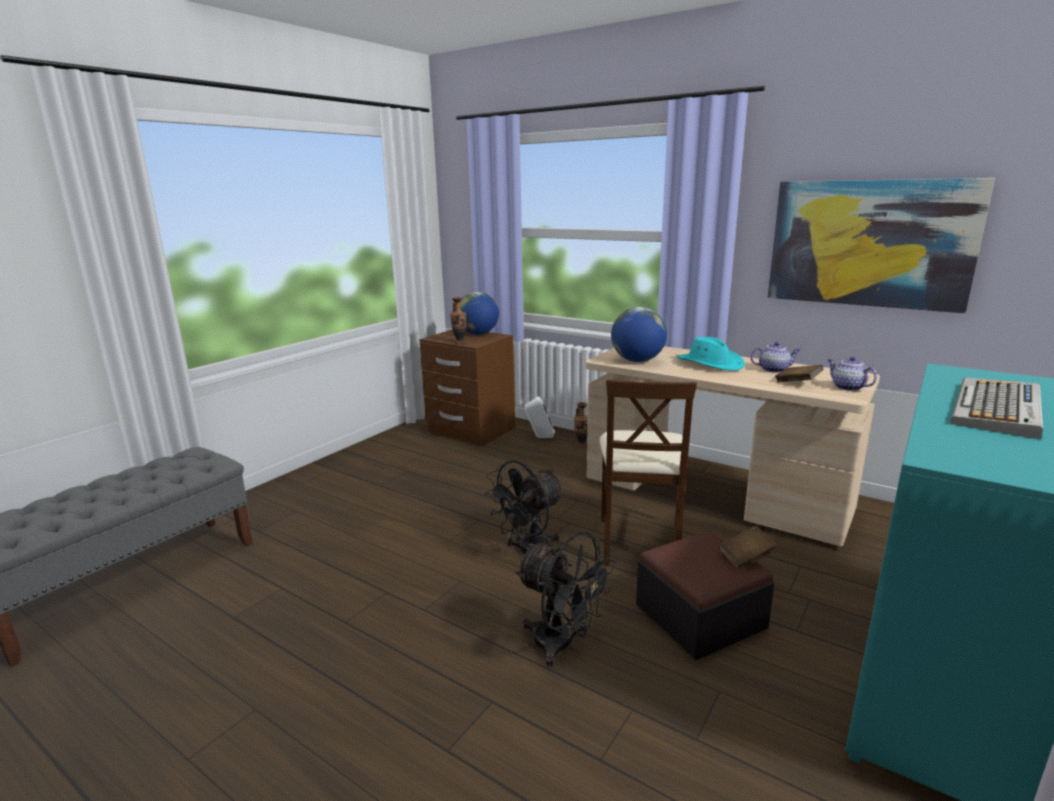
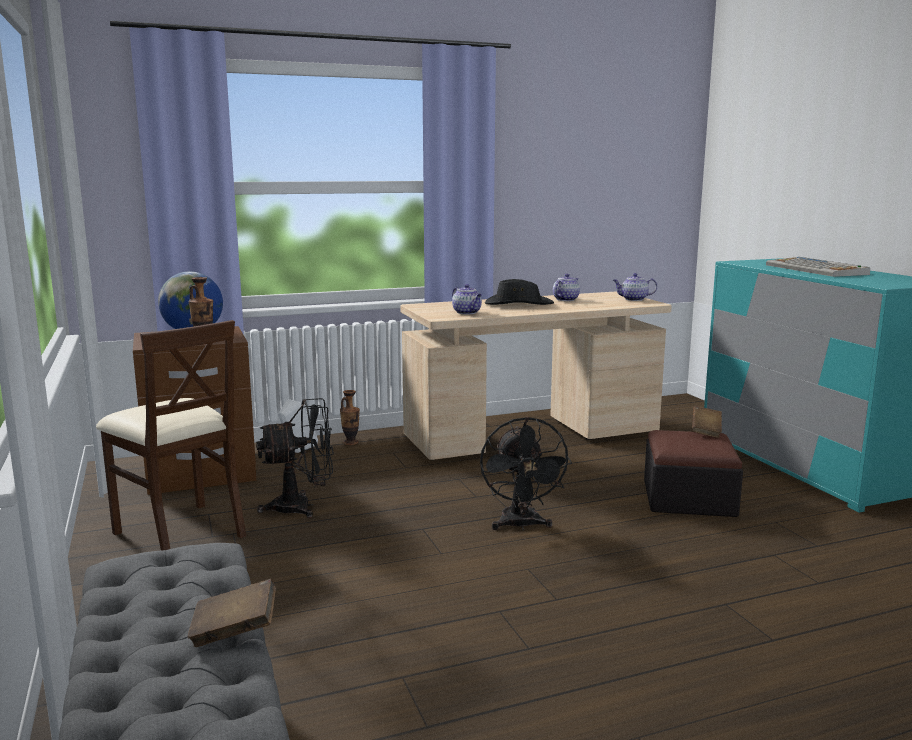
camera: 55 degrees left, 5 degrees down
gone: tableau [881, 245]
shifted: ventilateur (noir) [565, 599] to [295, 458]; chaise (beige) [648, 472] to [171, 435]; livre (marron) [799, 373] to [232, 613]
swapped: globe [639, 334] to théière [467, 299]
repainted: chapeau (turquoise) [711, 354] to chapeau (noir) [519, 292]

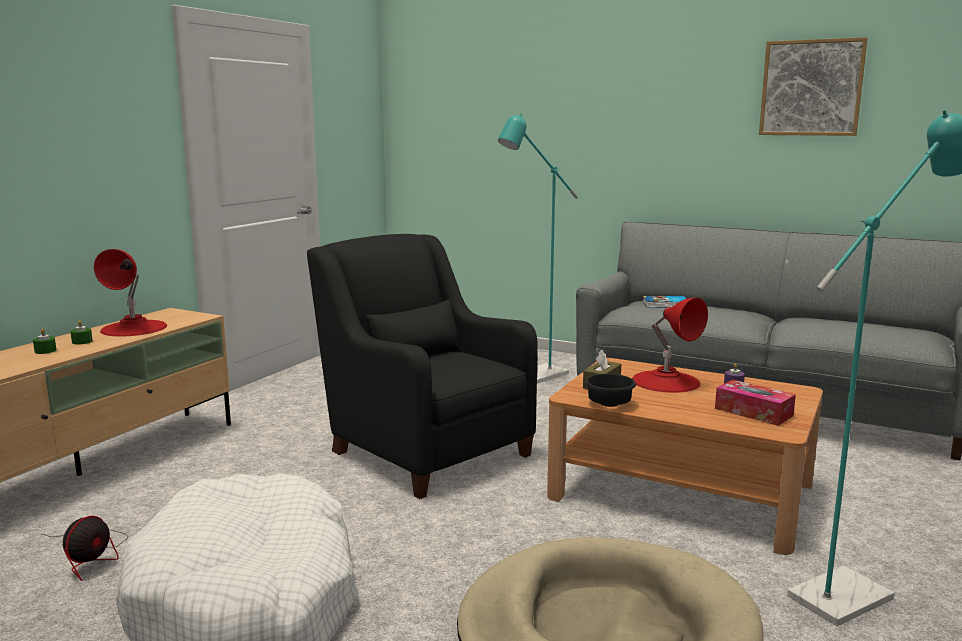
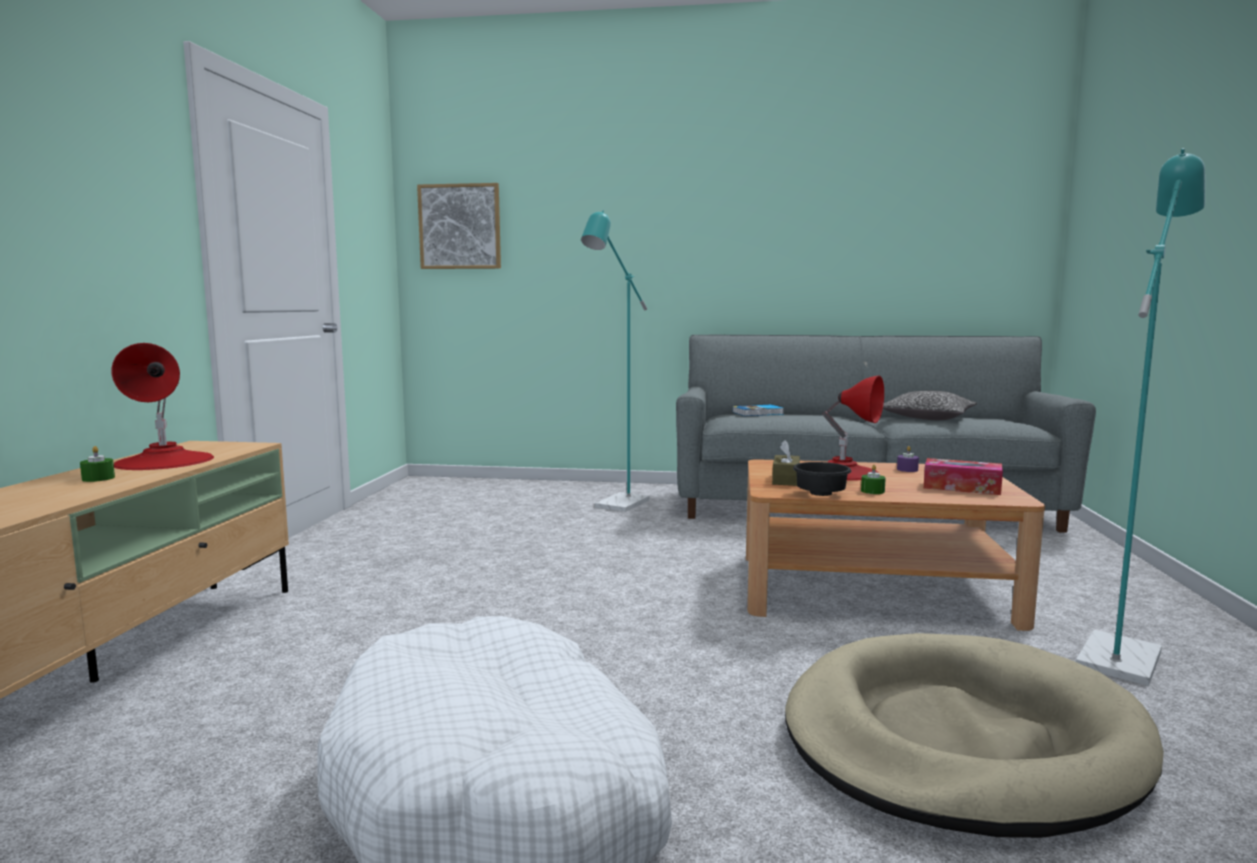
camera: 20 degrees left, 5 degrees down
gone: ventilateur [85, 548]; fauteuil (noir) [422, 366]
new: coussin [930, 405]
shifted: bougie (vert) [44, 341] to [873, 479]; tableau [813, 86] to [459, 226]

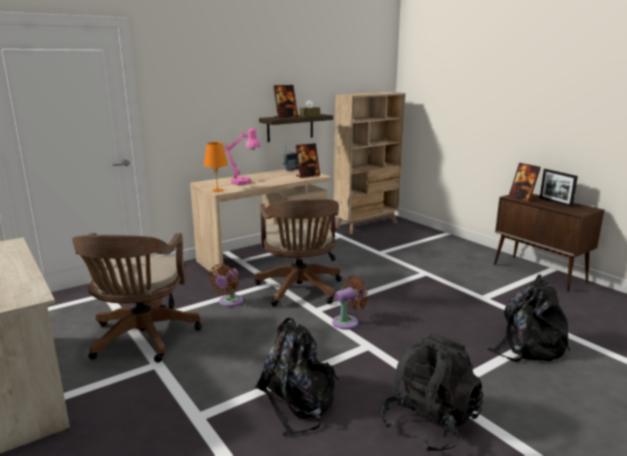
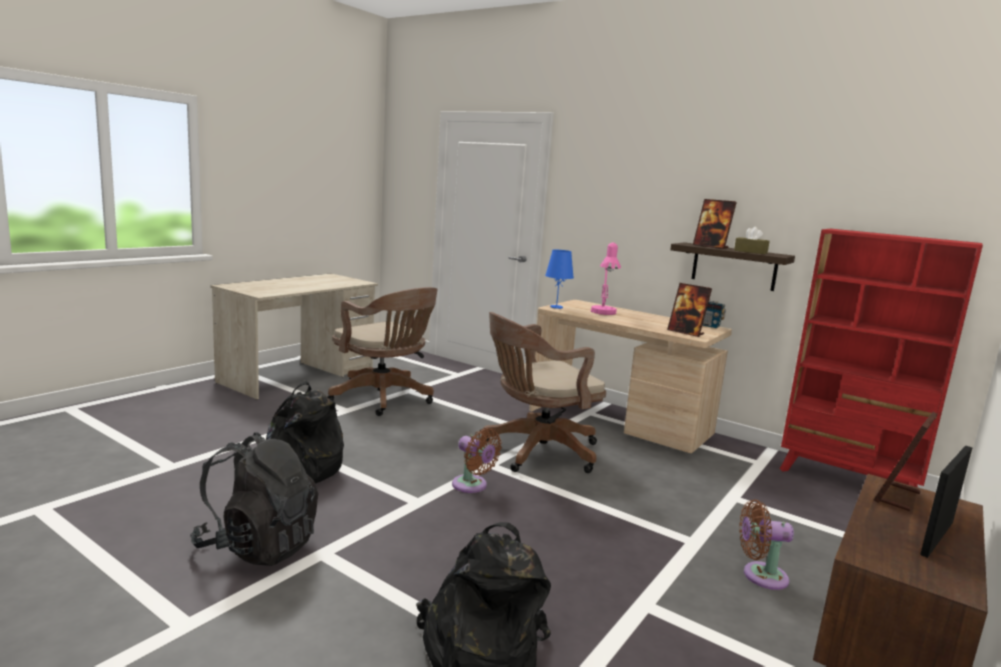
camera: 70 degrees right, 5 degrees down
shifted: ventilateur (marron) [226, 285] to [766, 545]
repainted: lampe de table (orange) [216, 167] to lampe de table (bleu) [559, 279]; bibliothèque (beige) [370, 163] to bibliothèque (rouge) [881, 358]
rotated: chaise de bureau (marron) [137, 298] = [382, 351] 120 degrees counterclockwise

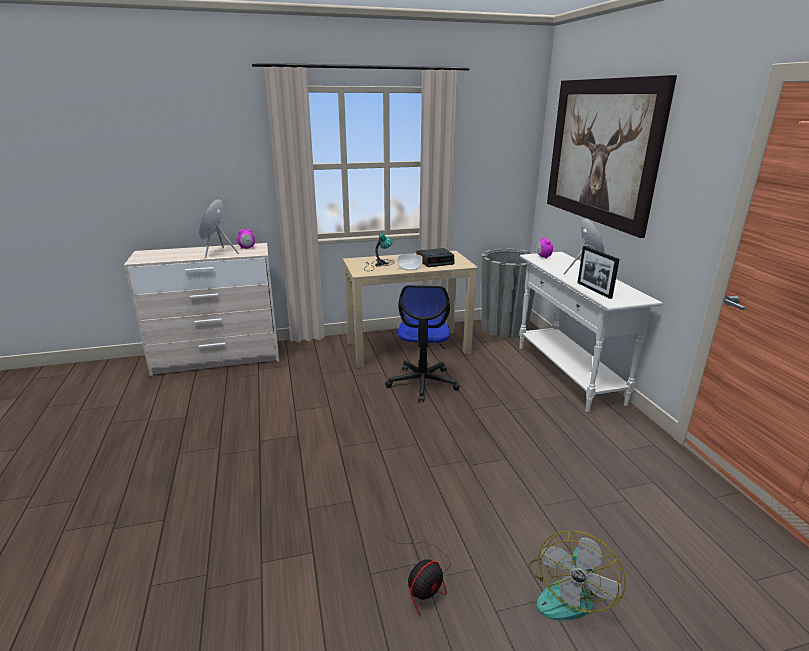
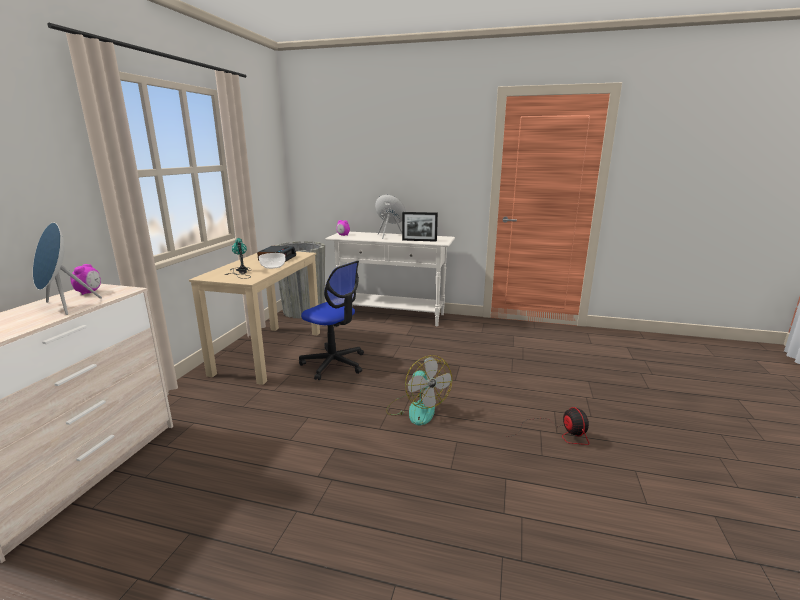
camera: 60 degrees left, 5 degrees down
gone: tableau [612, 156]
shifted: ventilateur [577, 575] to [419, 390]

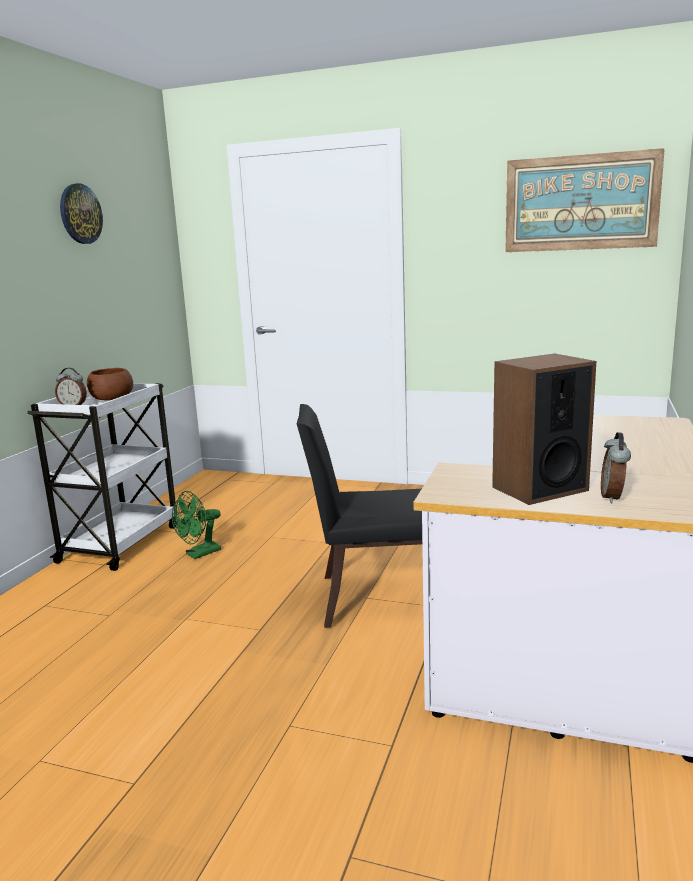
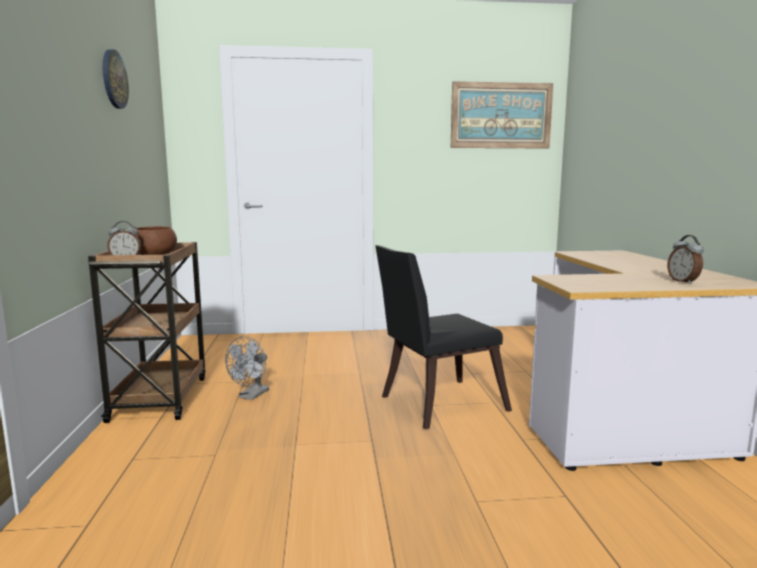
camera: 25 degrees left, 5 degrees down
gone: enceinte [544, 429]
repainted: chariot (blanc) [101, 477] to chariot (marron) [146, 332]; ventilateur (vert) [196, 525] to ventilateur (gris) [247, 368]

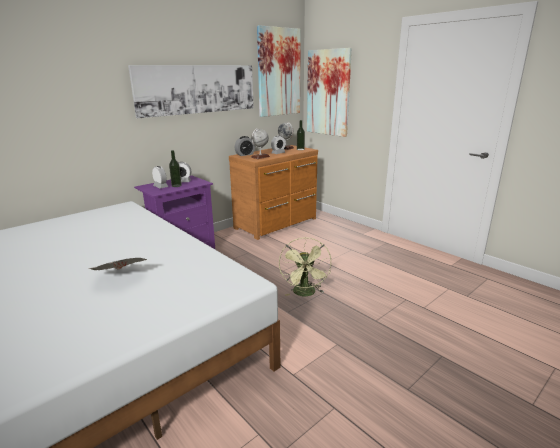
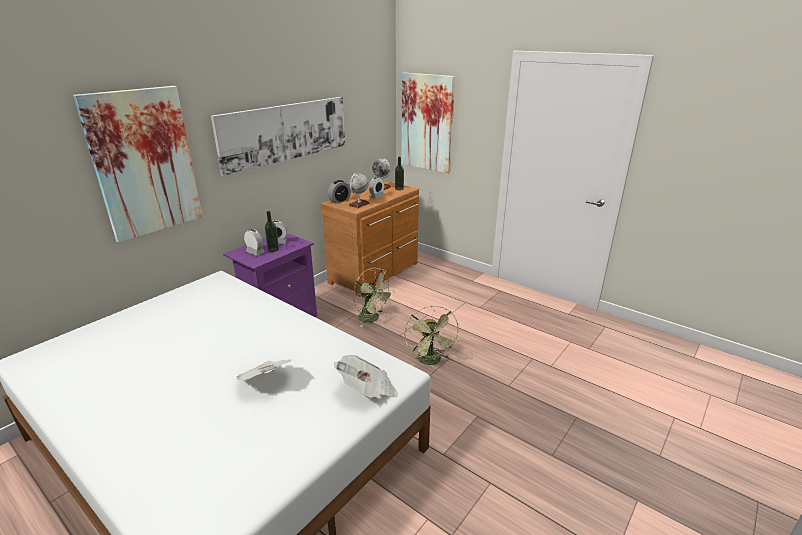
camera: 10 degrees left, 5 degrees up
new: journal [366, 377]; ventilateur (vert) [373, 298]
shifted: tableau [279, 71] to [138, 164]

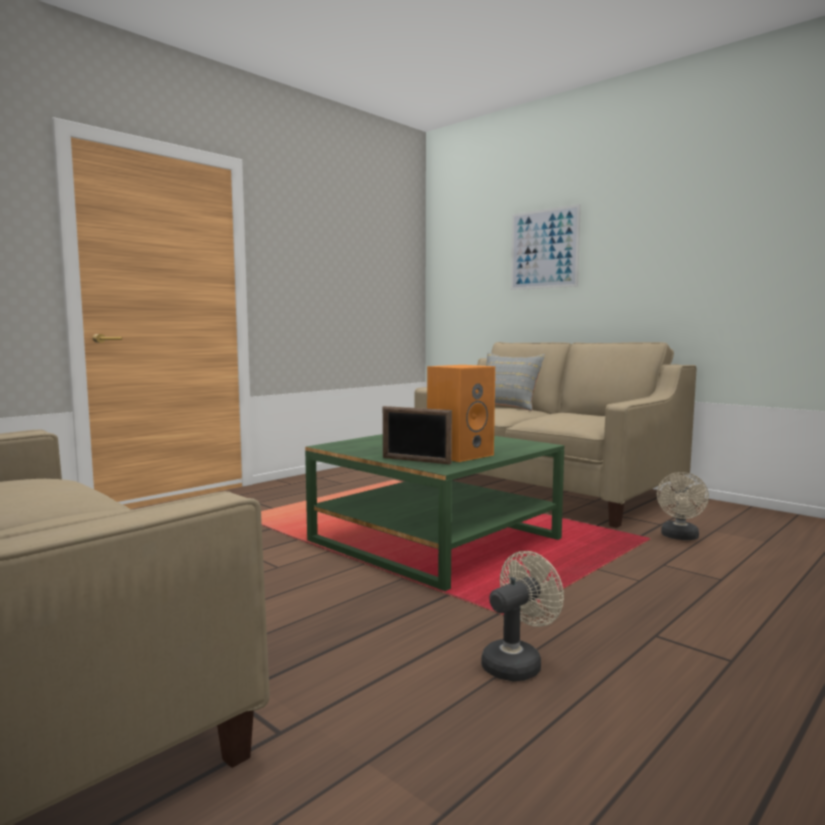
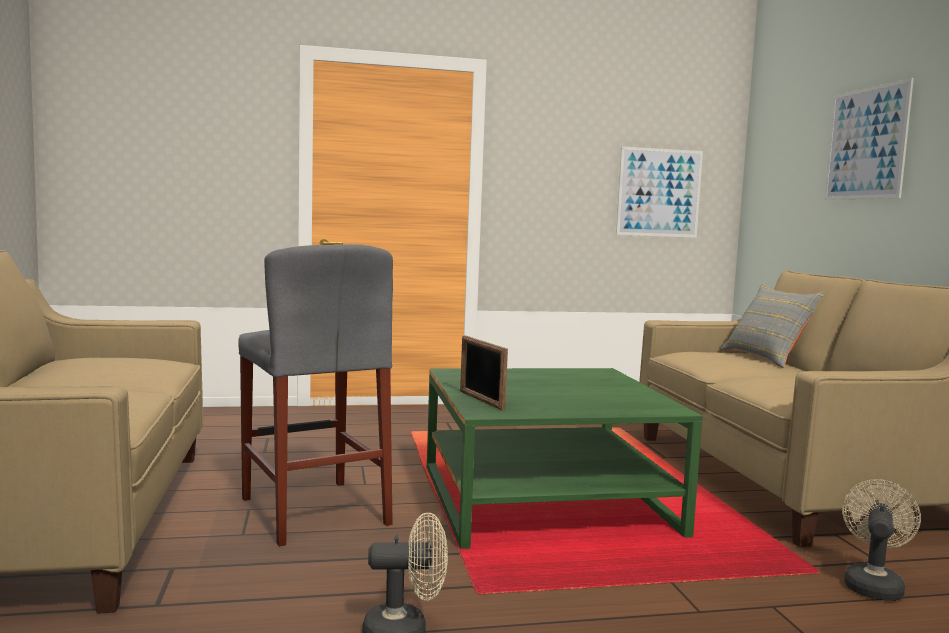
camera: 35 degrees right, 0 degrees up
gone: enceinte (orange) [461, 413]
new: tabouret (gris) [315, 395]; tableau [659, 192]
rotated: ventilateur (beige) [683, 506] = [881, 540] 150 degrees clockwise

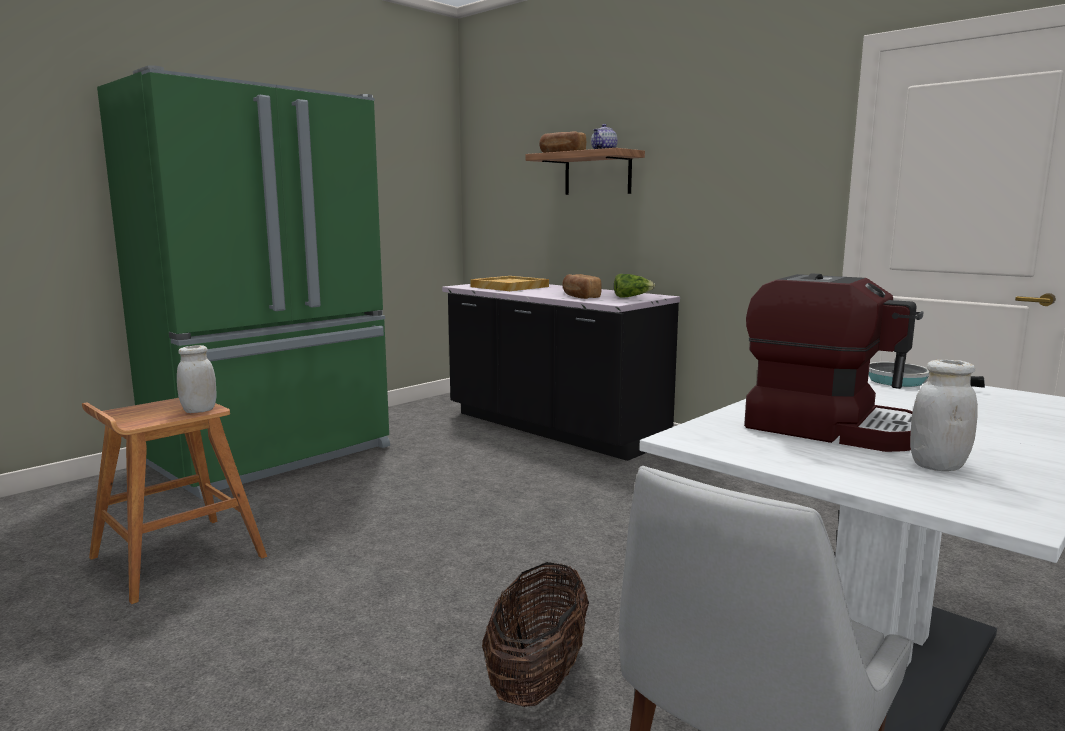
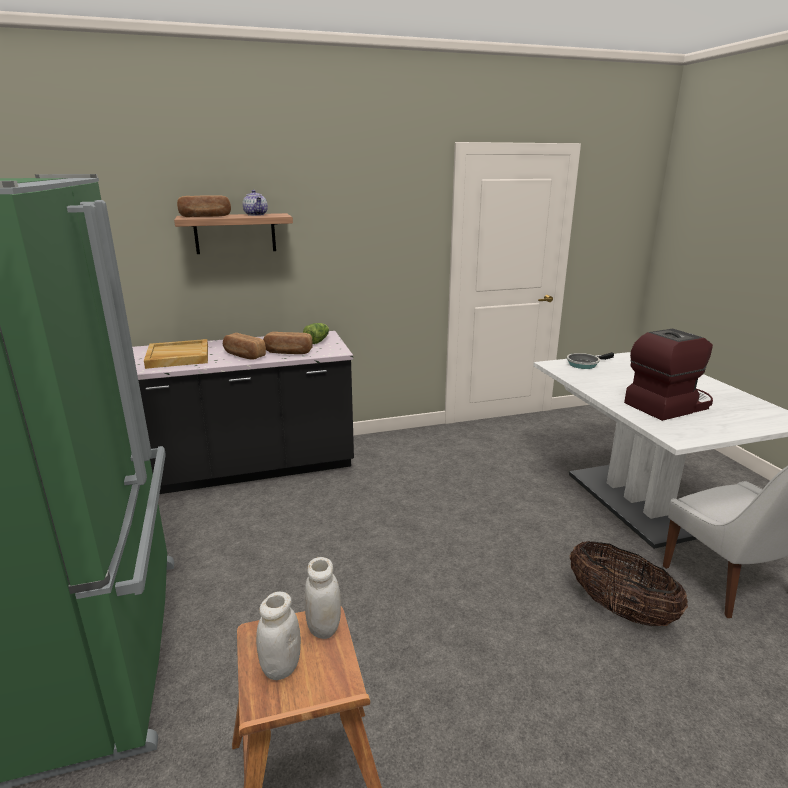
camera: 60 degrees left, 10 degrees up
new: pain [244, 346]
shifted: bocal (blanc) [944, 415] to [278, 636]

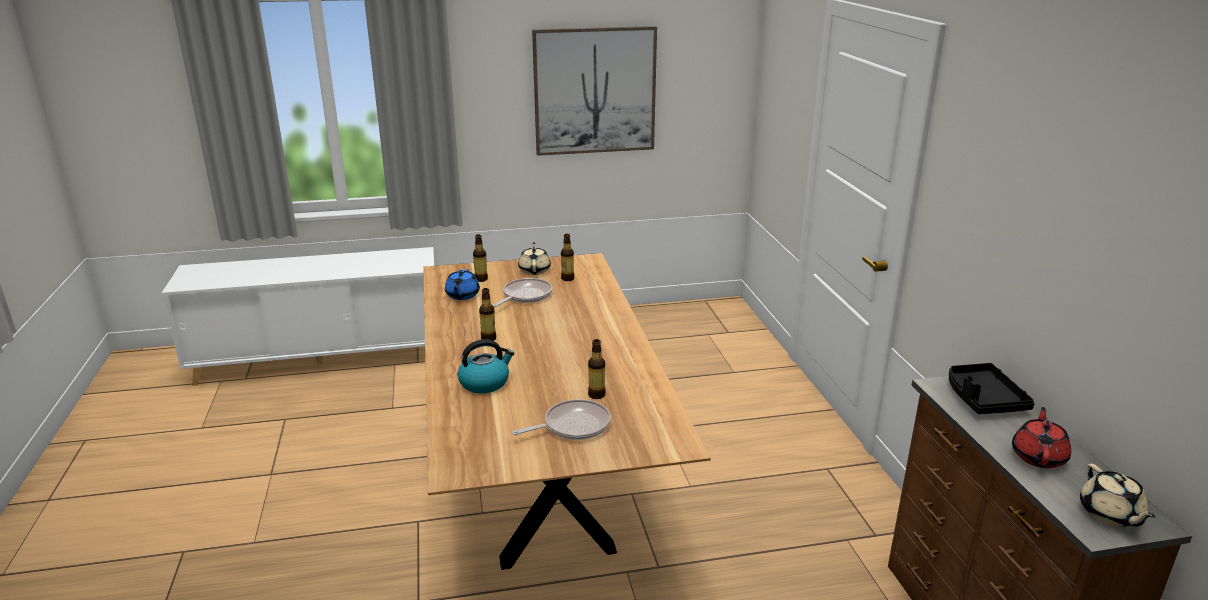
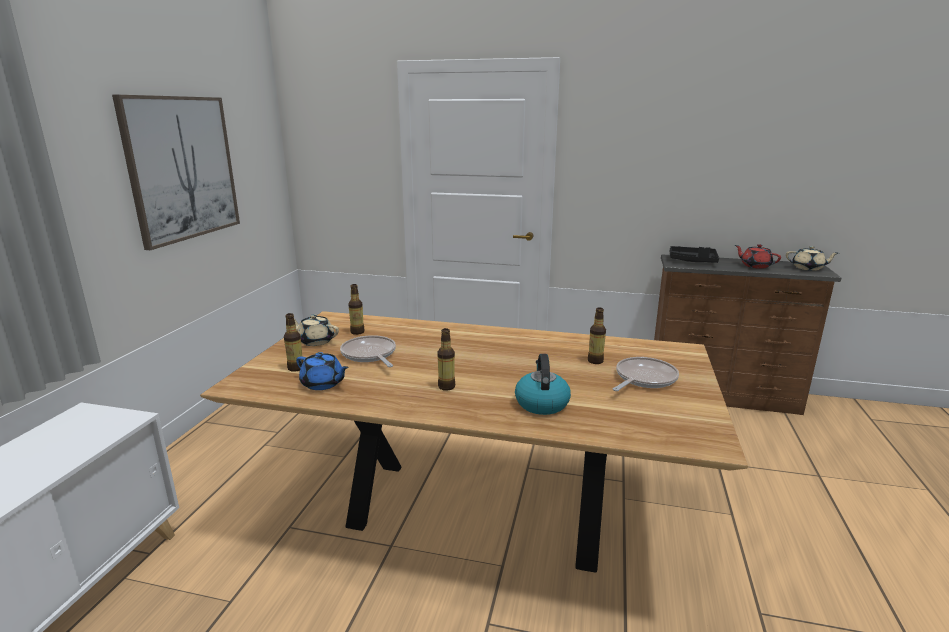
camera: 65 degrees left, 5 degrees down
rotated: poêle [561, 419] = [646, 374] 45 degrees clockwise

